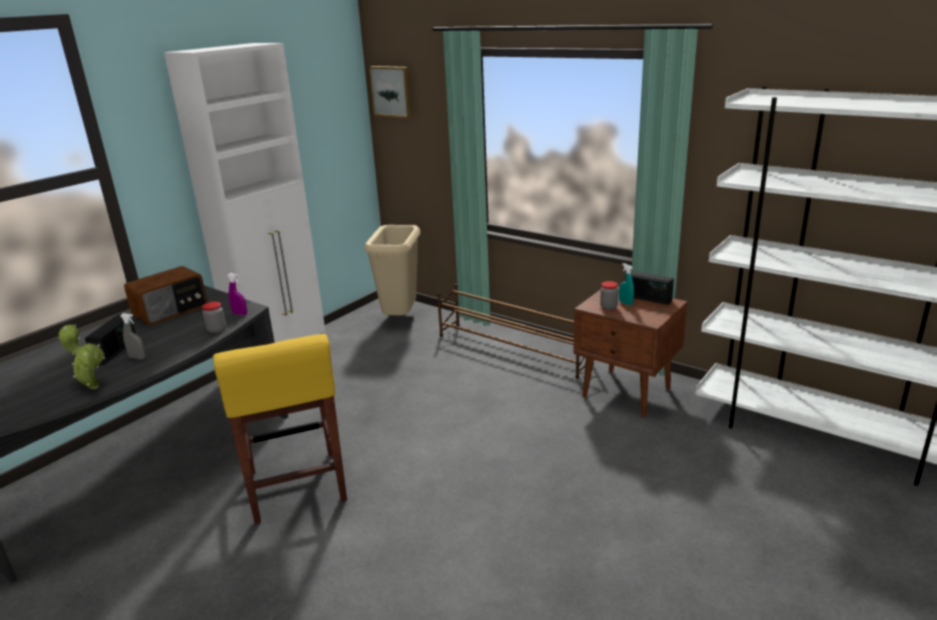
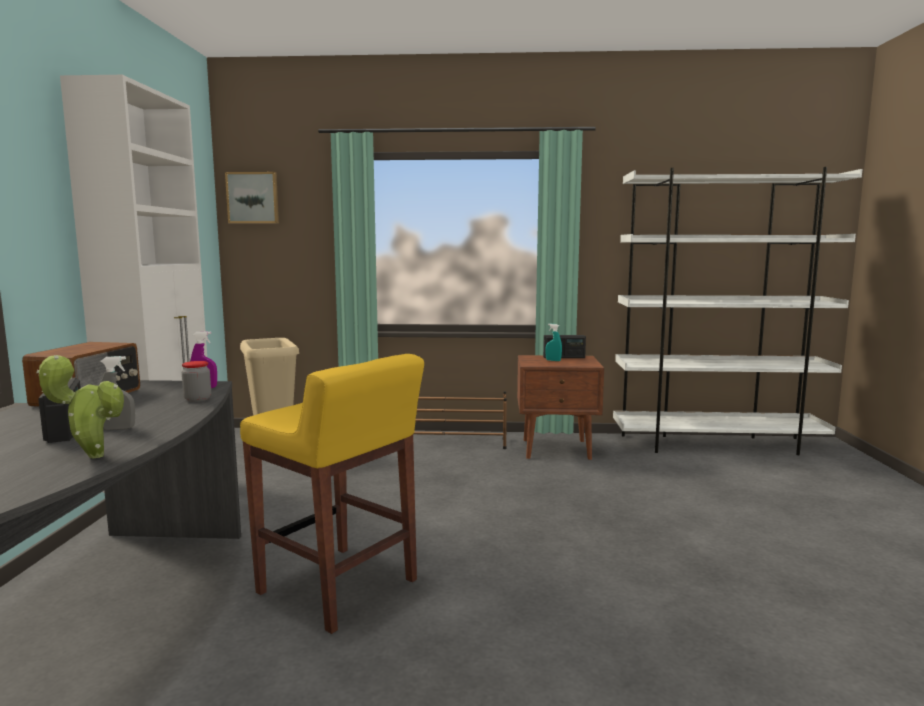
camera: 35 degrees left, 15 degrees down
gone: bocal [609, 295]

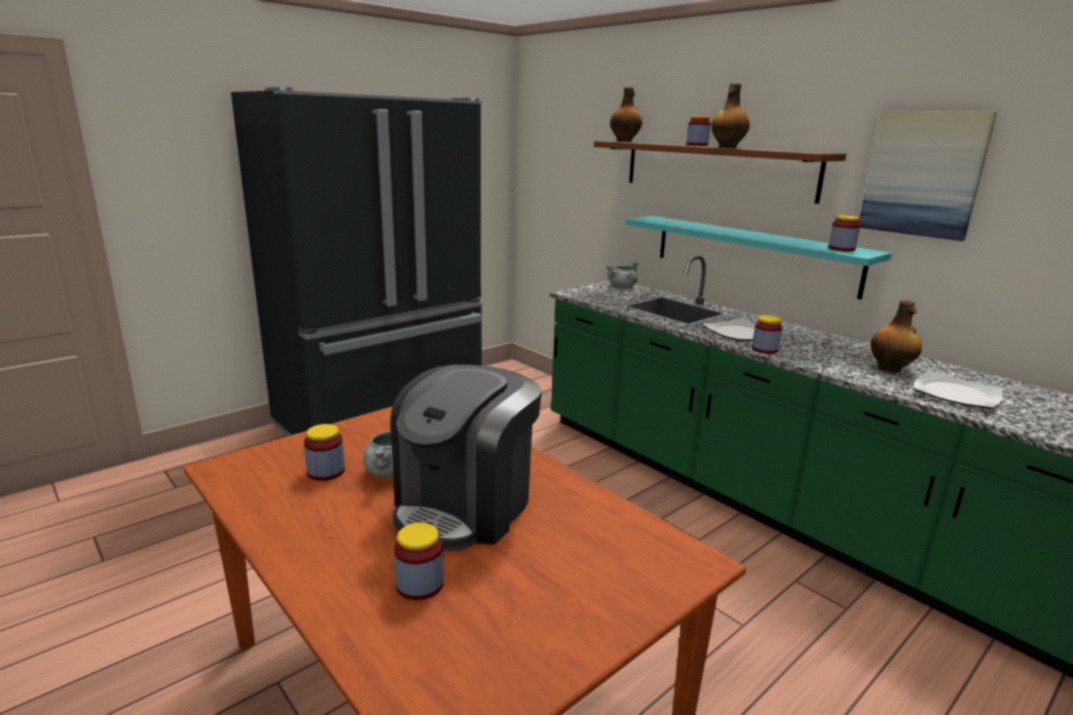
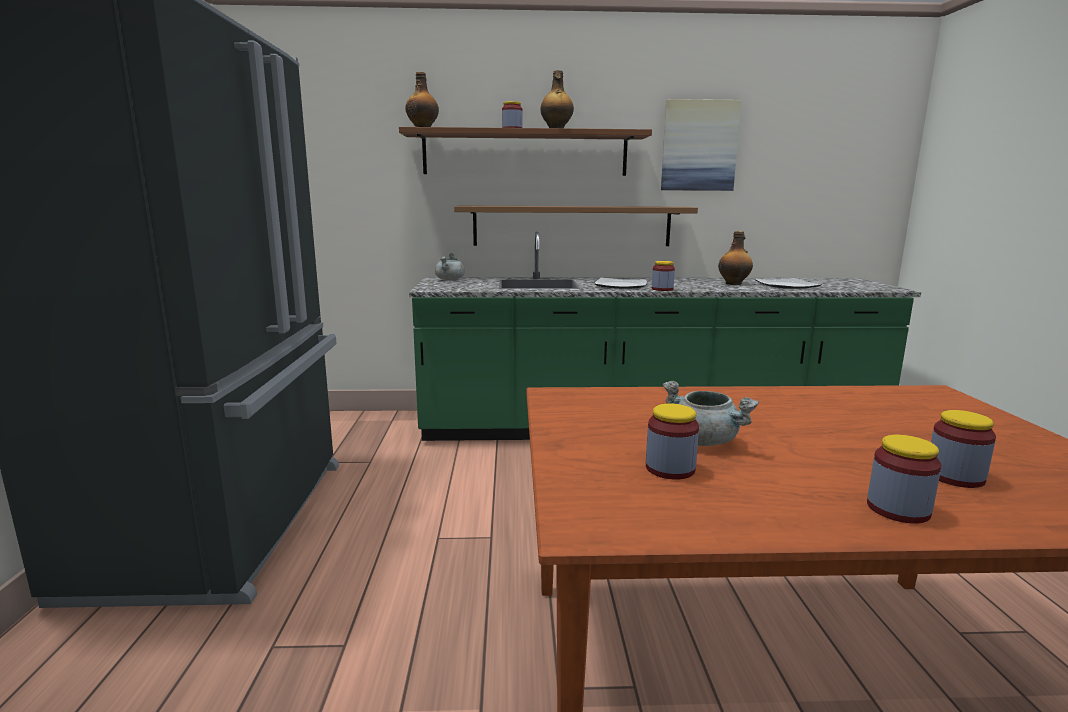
camera: 50 degrees left, 5 degrees down
gone: machine à café [466, 458]
shifted: bocal [844, 233] to [904, 479]
repainted: étagère (turquoise) [758, 257] to étagère (marron) [576, 225]

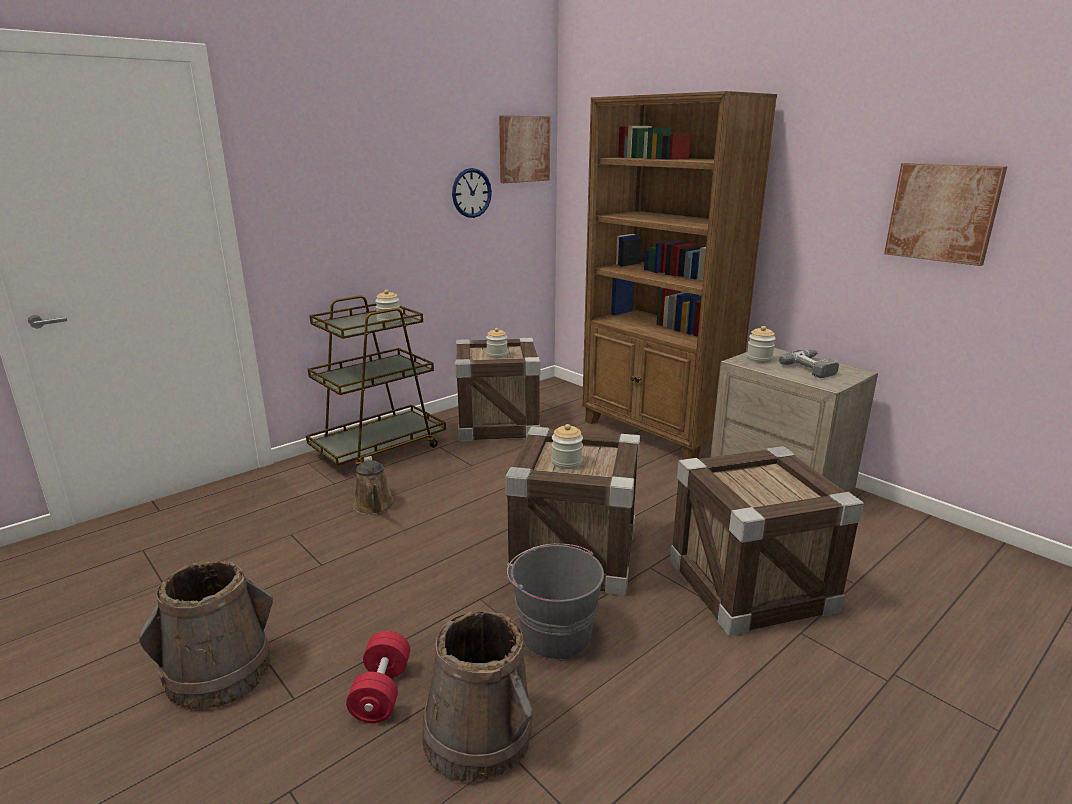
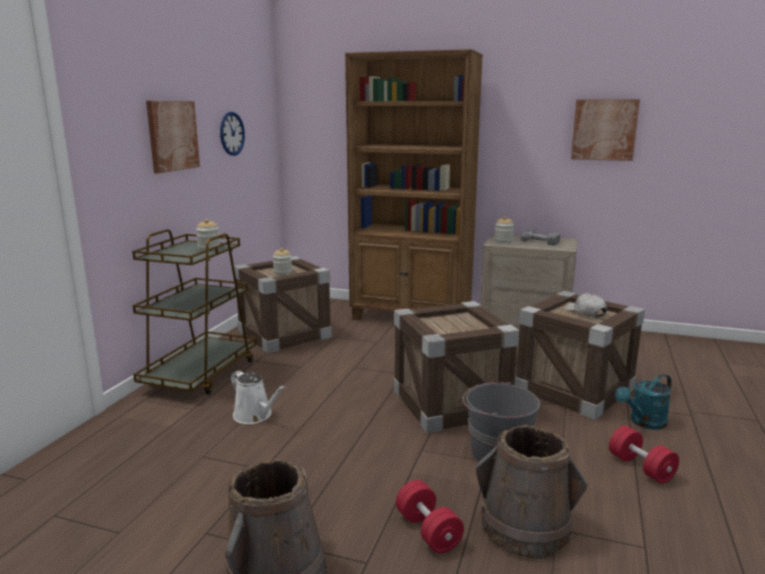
camera: 30 degrees left, 5 degrees down
gone: bocal [567, 446]
new: casquette (blanc) [586, 305]; haltère (rouge) [644, 455]; arrosoir (turquoise) [643, 402]
shifted: tableau [524, 149] to [173, 137]
repainted: arrosoir (marron) [374, 485] to arrosoir (blanc) [258, 397]

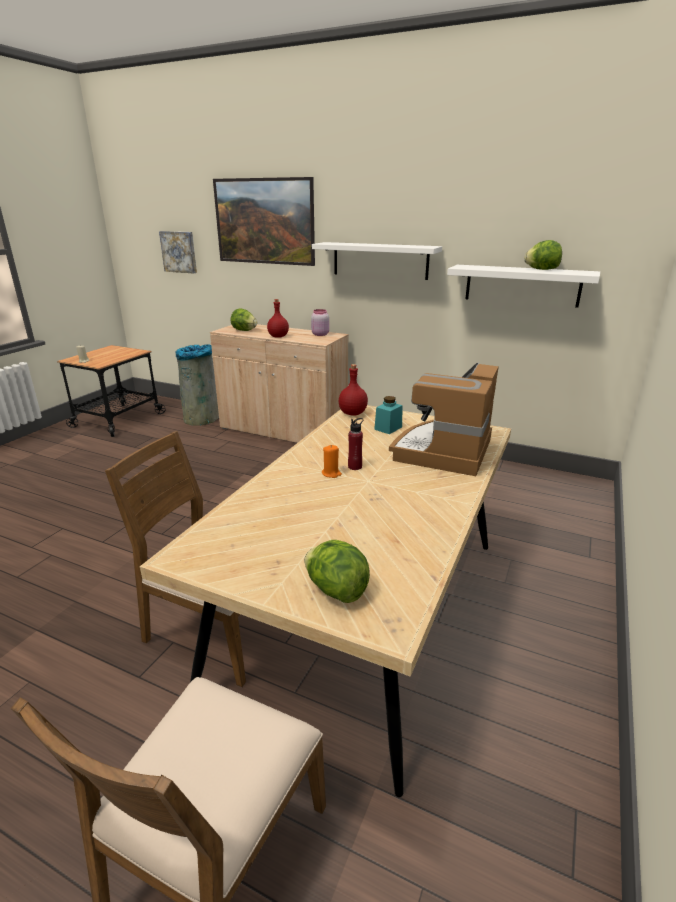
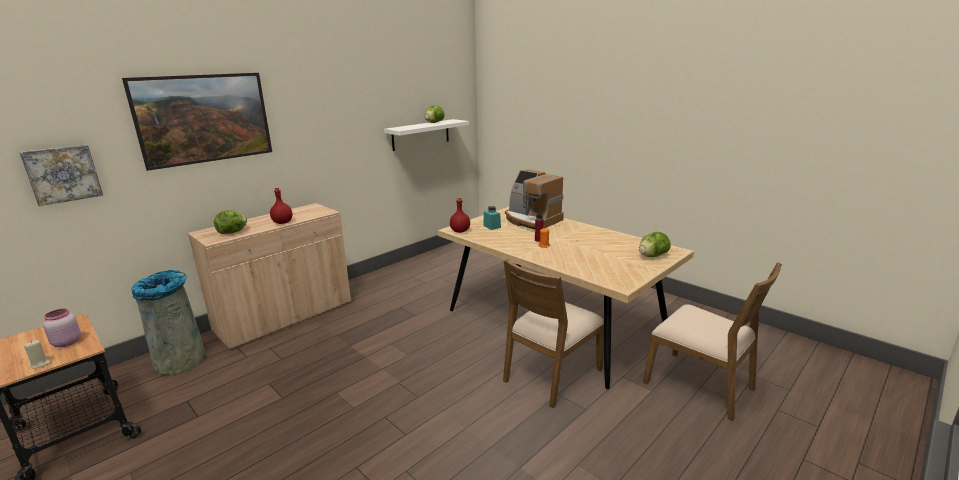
camera: 70 degrees left, 5 degrees down
gone: étagère (blanc) [377, 261]
shifted: bocal (rose) [320, 322] to [62, 328]

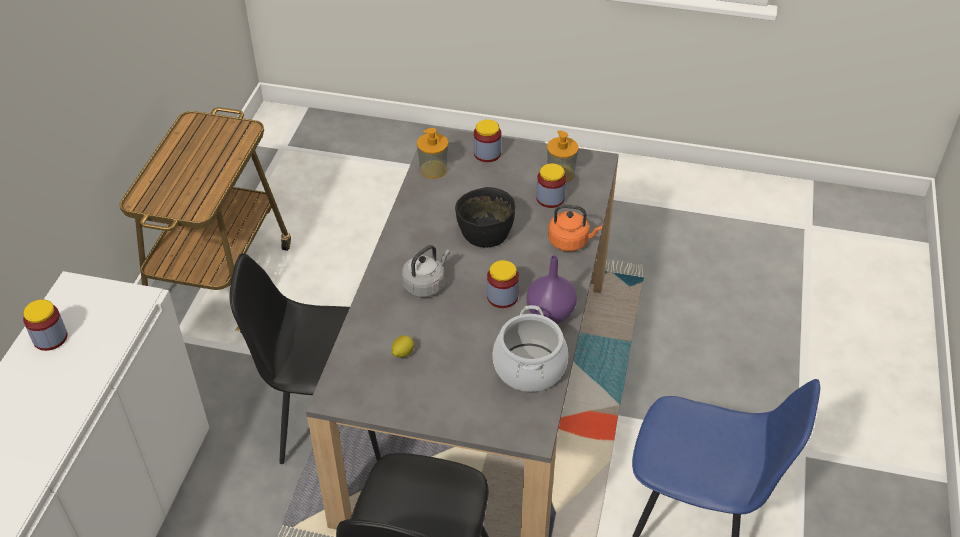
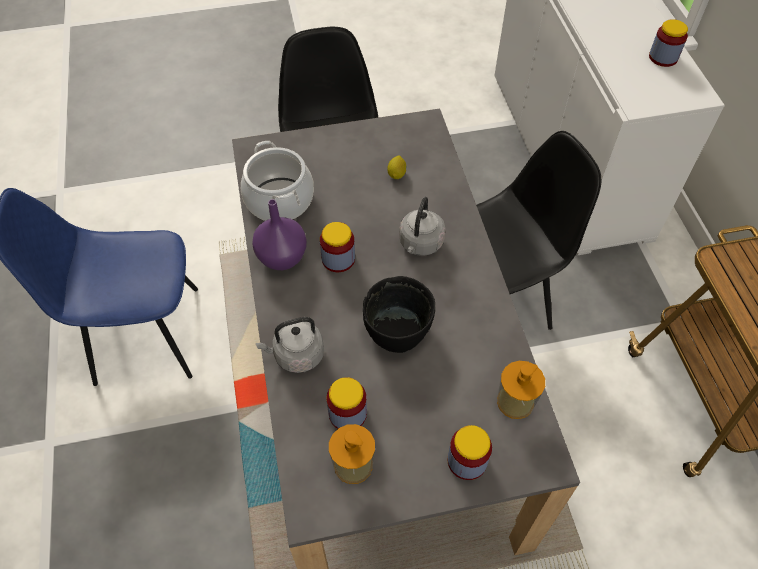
camera: 155 degrees right, 10 degrees up
repainted: bouilloire (orange) [575, 227] to bouilloire (gris) [290, 345]

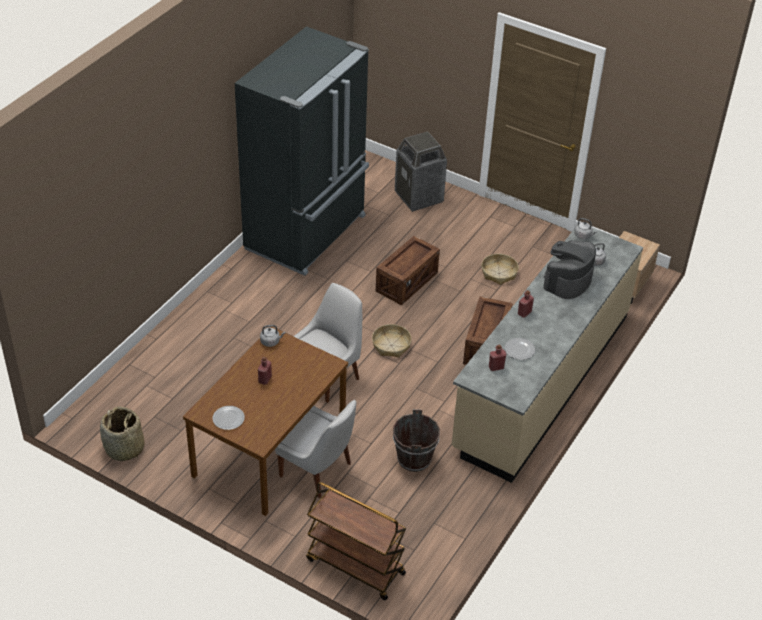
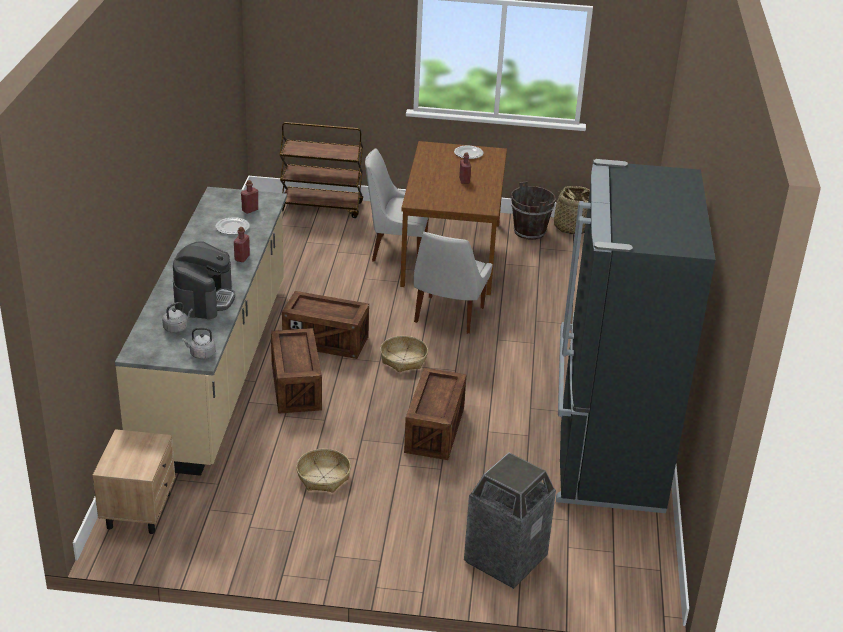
camera: 155 degrees right, 10 degrees down
gone: bouilloire (gris) [272, 336]
new: caisse [325, 325]
shifted: seau (marron) [416, 440] to [533, 210]

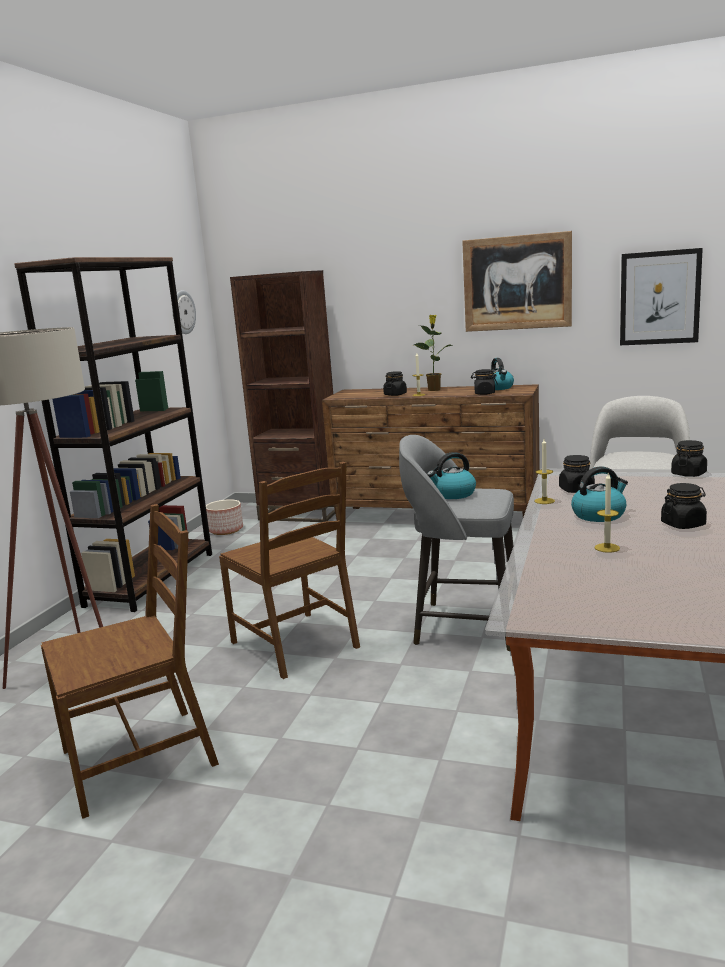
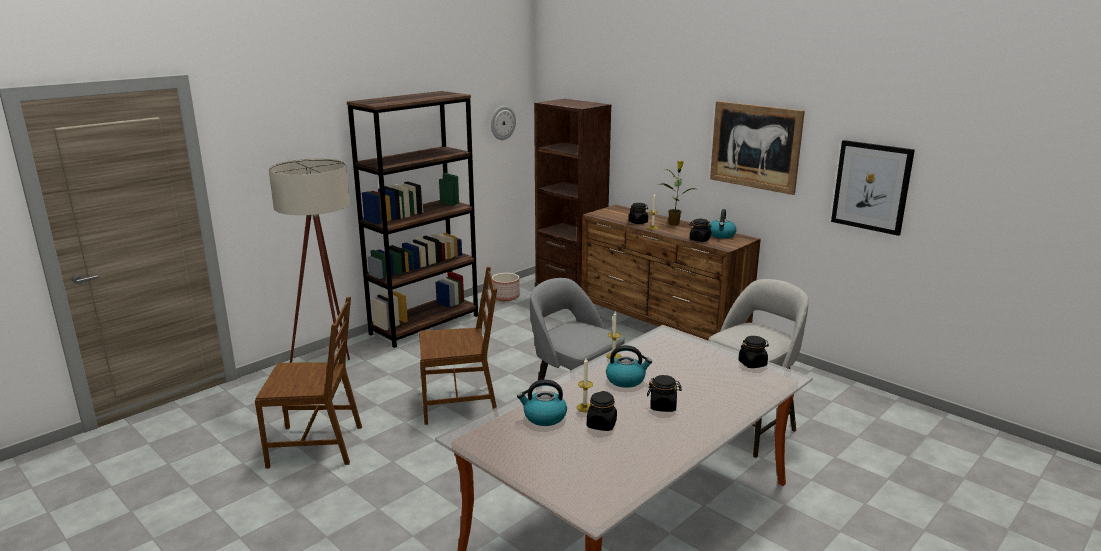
camera: 25 degrees right, 5 degrees up
shifted: bouilloire [451, 475] to [542, 403]; bocal (noir) [577, 474] to [602, 411]
rotated: chaise (marron) [289, 570] = [458, 346] 90 degrees counterclockwise

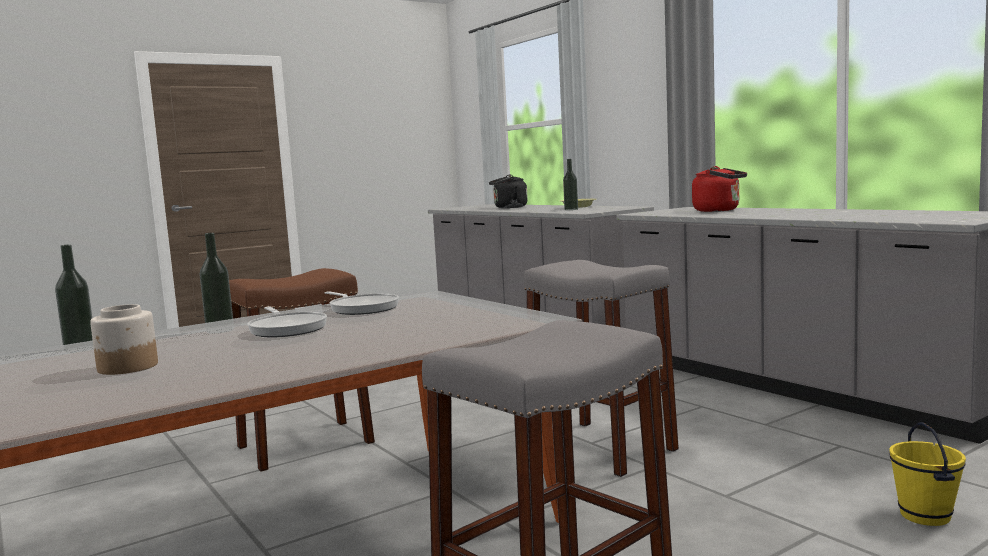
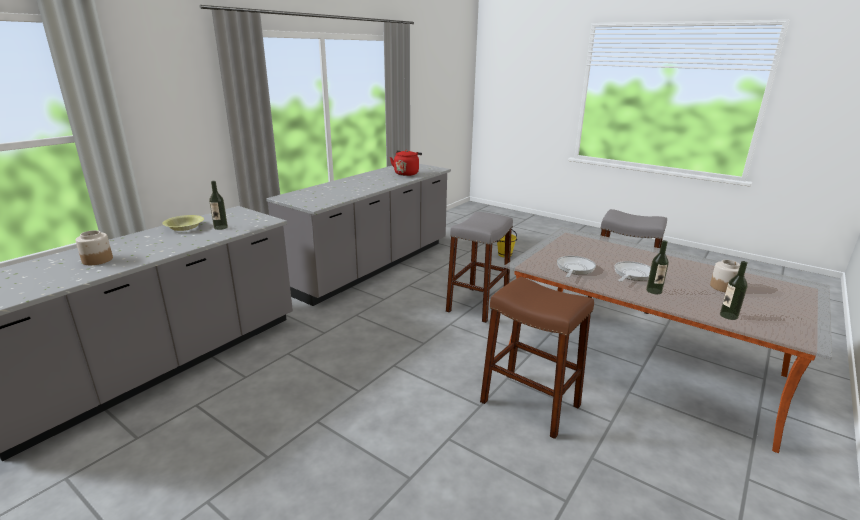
camera: 110 degrees left, 15 degrees up
shifted: bouilloire (rouge) [719, 189] to [406, 163]
swapped: bouilloire (noir) [508, 191] to bocal [94, 247]

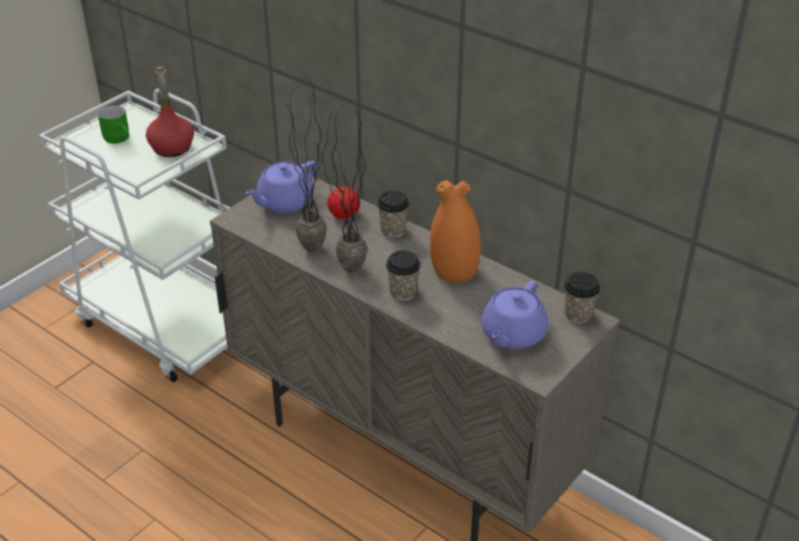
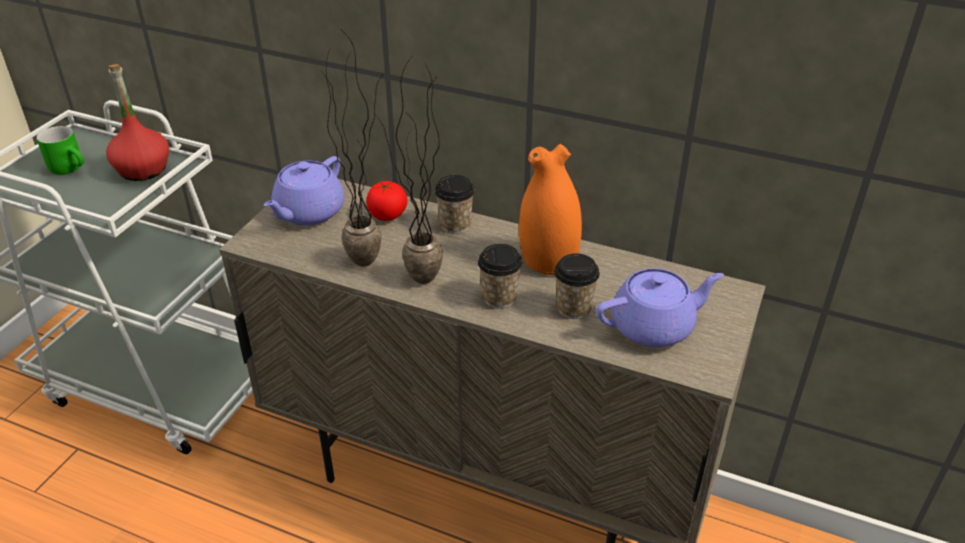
camera: 15 degrees left, 0 degrees up
shifted: tasse [582, 298] to [577, 286]
rotated: théière (violet) [514, 314] = [660, 307] 120 degrees counterclockwise

